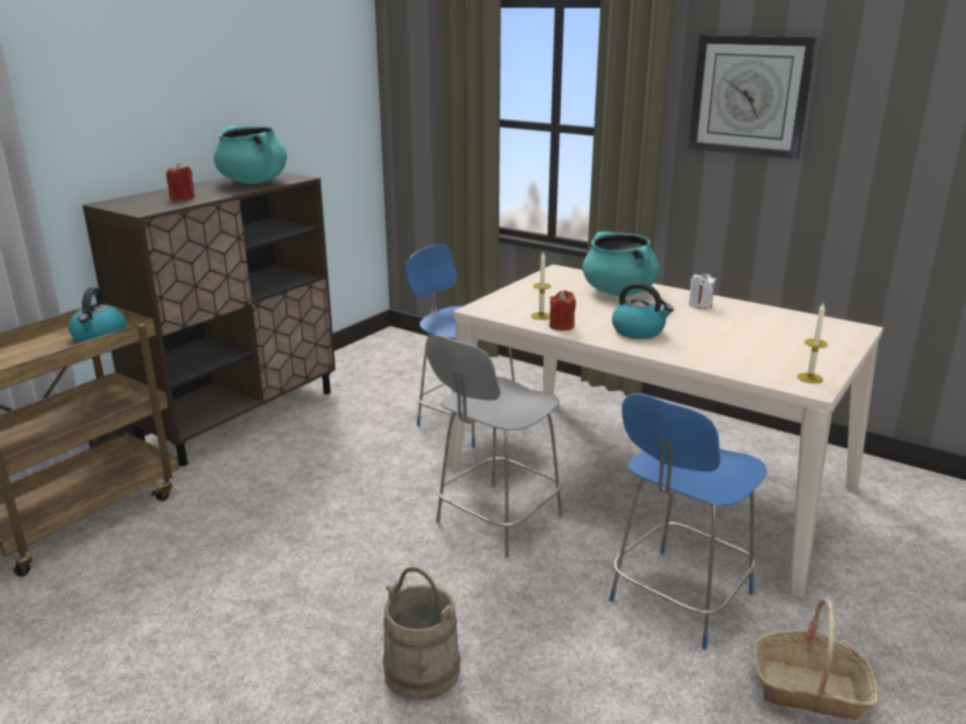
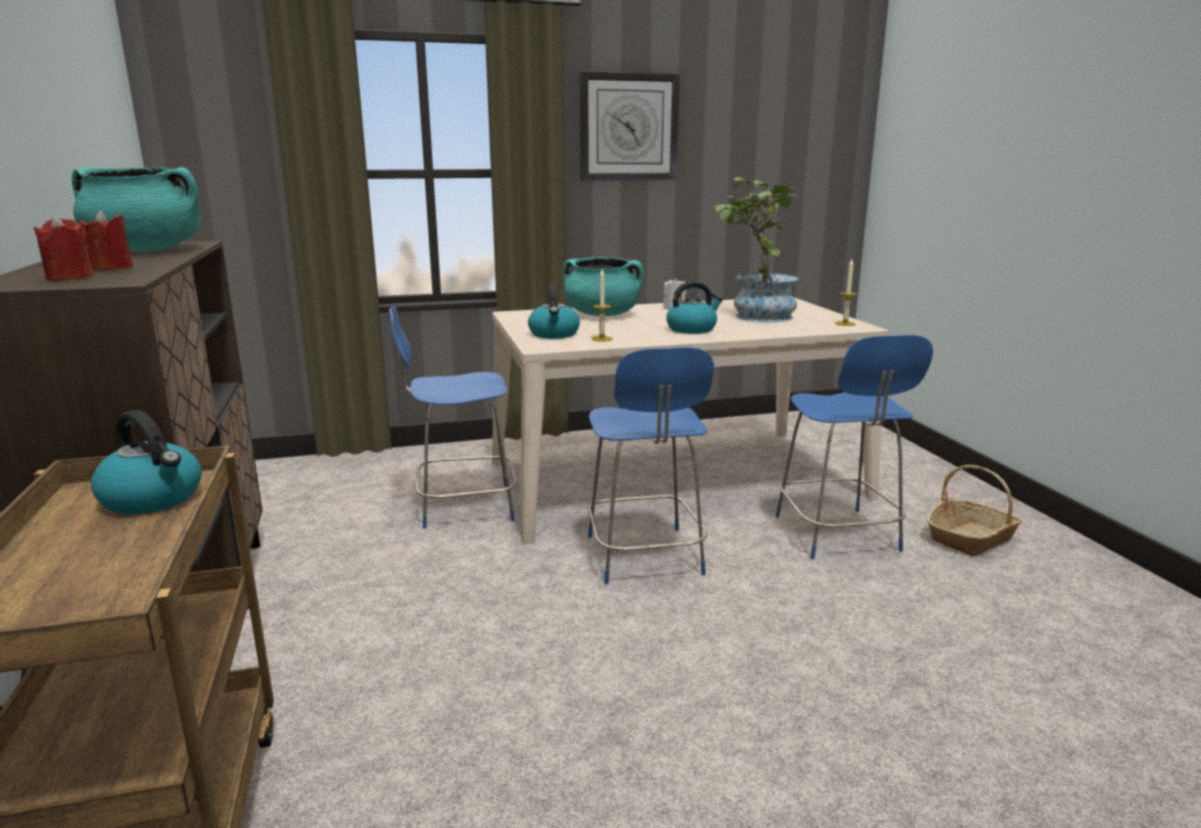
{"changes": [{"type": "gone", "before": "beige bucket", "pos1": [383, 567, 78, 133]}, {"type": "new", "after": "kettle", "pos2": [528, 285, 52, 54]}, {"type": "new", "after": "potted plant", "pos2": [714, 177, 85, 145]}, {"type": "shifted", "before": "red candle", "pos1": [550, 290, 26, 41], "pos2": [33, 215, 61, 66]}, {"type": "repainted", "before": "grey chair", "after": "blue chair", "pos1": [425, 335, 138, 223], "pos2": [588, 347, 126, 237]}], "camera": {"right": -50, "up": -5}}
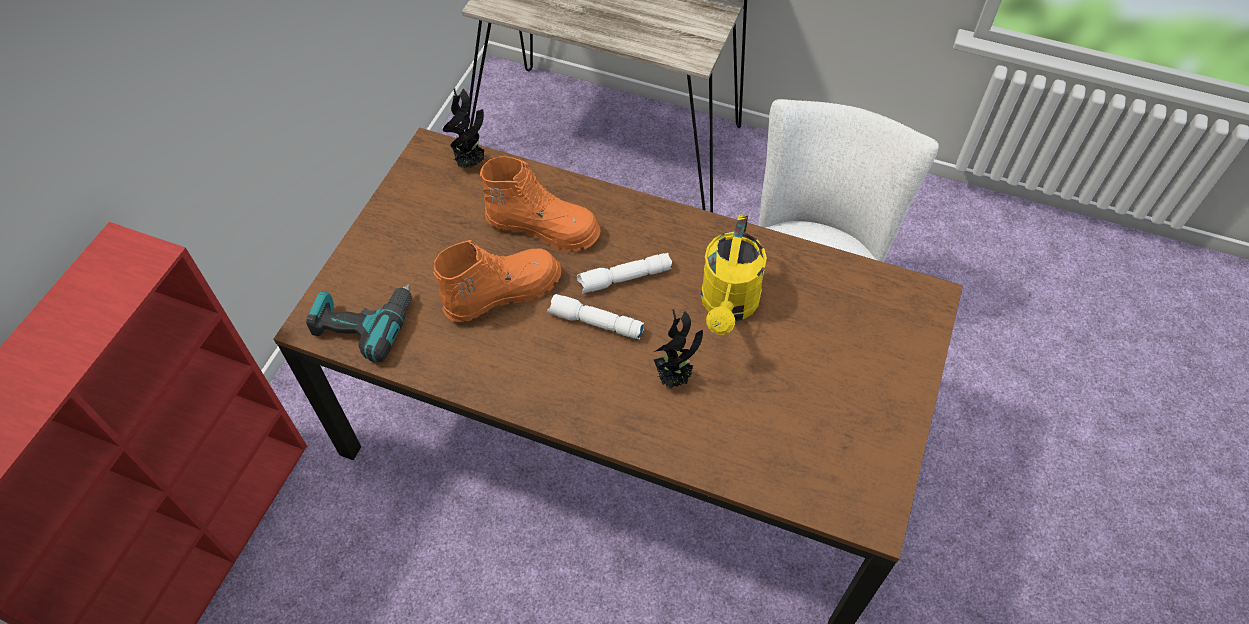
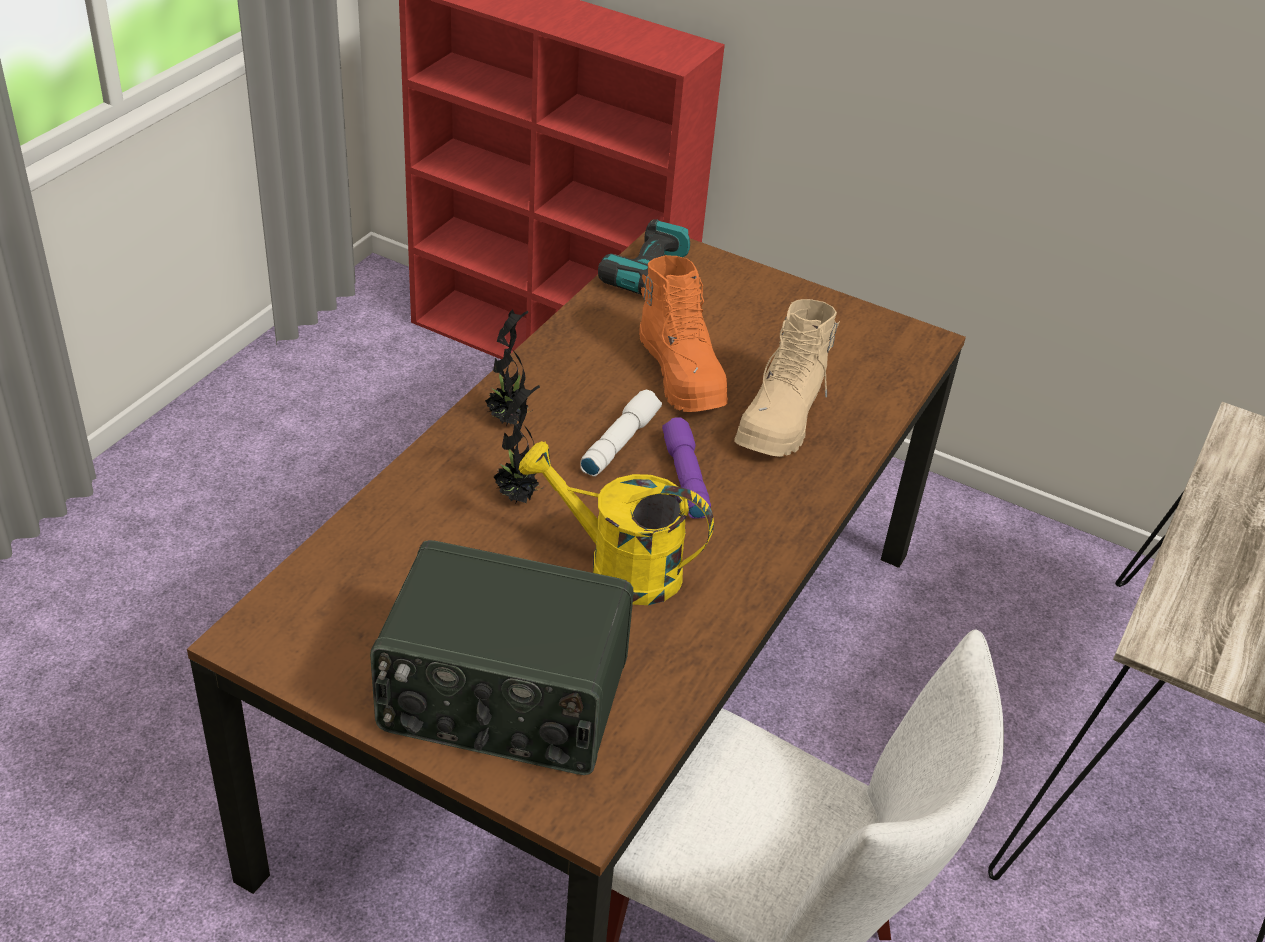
{"changes": [{"type": "new", "after": "radio", "pos2": [370, 540, 264, 235]}, {"type": "shifted", "before": "potted plant", "pos1": [443, 89, 41, 79], "pos2": [485, 309, 48, 117]}, {"type": "repainted", "before": "orange boot", "after": "beige boot", "pos1": [480, 157, 120, 95], "pos2": [734, 299, 106, 158]}, {"type": "repainted", "before": "white flashlight", "after": "purple flashlight", "pos1": [577, 253, 95, 41], "pos2": [662, 417, 49, 102]}], "camera": {"right": 95, "up": -15}}
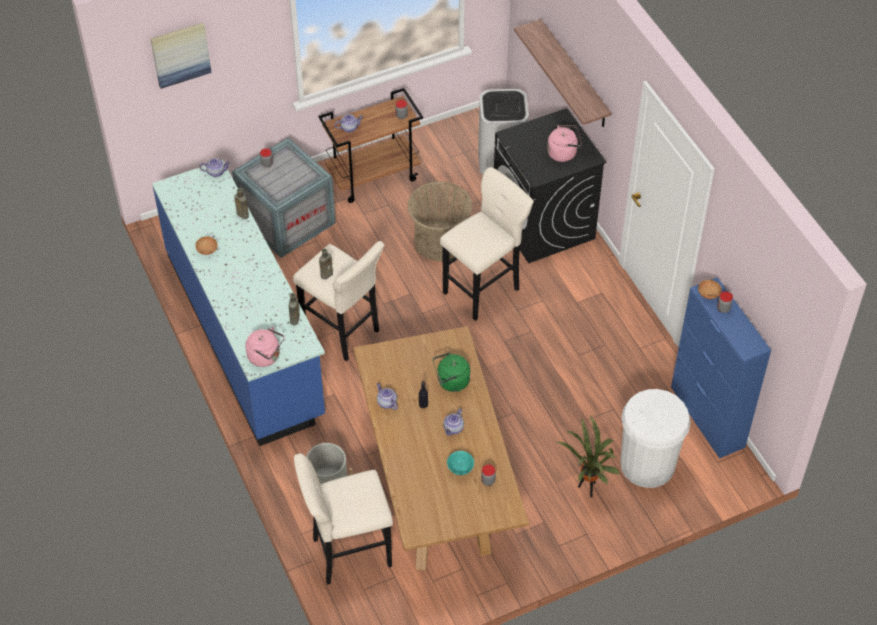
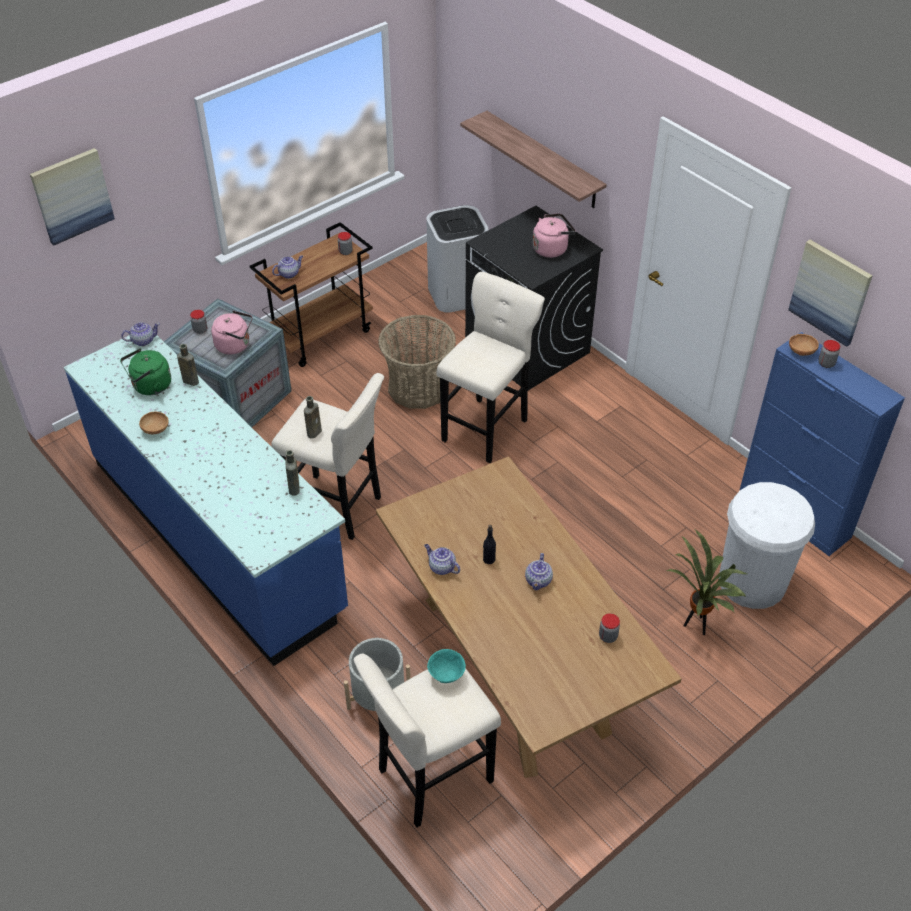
{"changes": [{"type": "new", "after": "picture", "pos2": [788, 240, 85, 107]}, {"type": "shifted", "before": "pink kettle", "pos1": [245, 327, 39, 40], "pos2": [211, 310, 41, 45]}, {"type": "shifted", "before": "green kettle", "pos1": [433, 352, 37, 40], "pos2": [120, 349, 51, 46]}, {"type": "shifted", "before": "turquoise bowl", "pos1": [447, 451, 27, 24], "pos2": [427, 649, 39, 34]}], "camera": {"right": -15, "up": -5}}
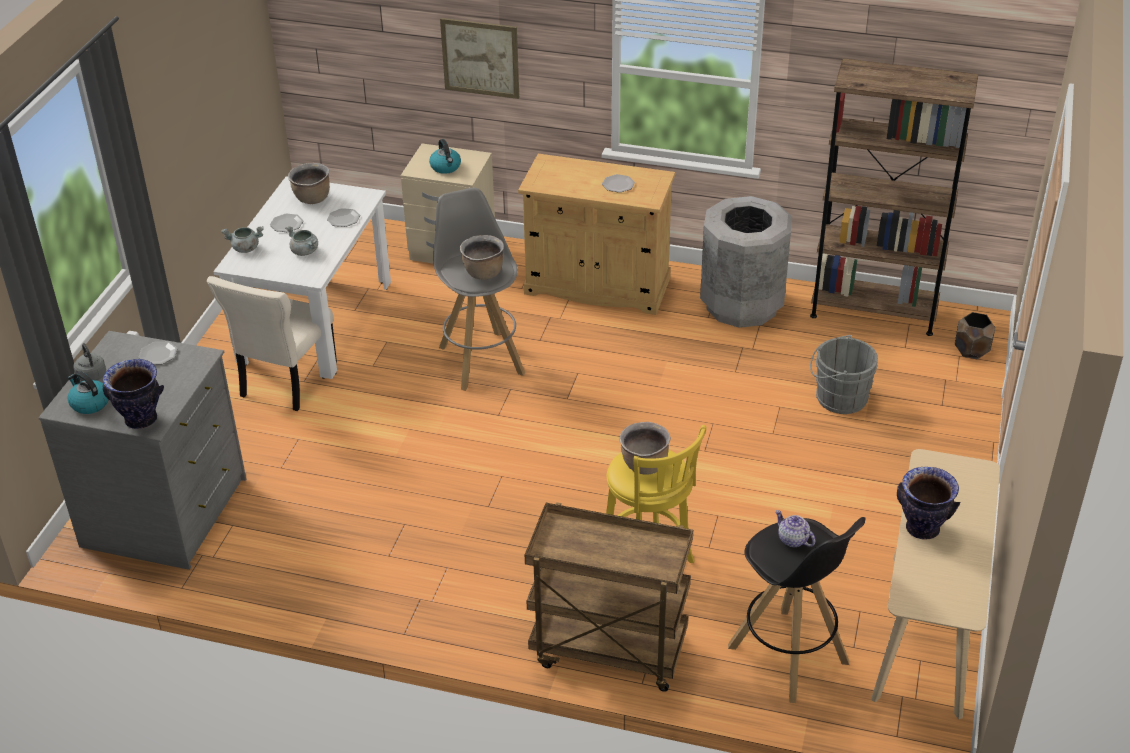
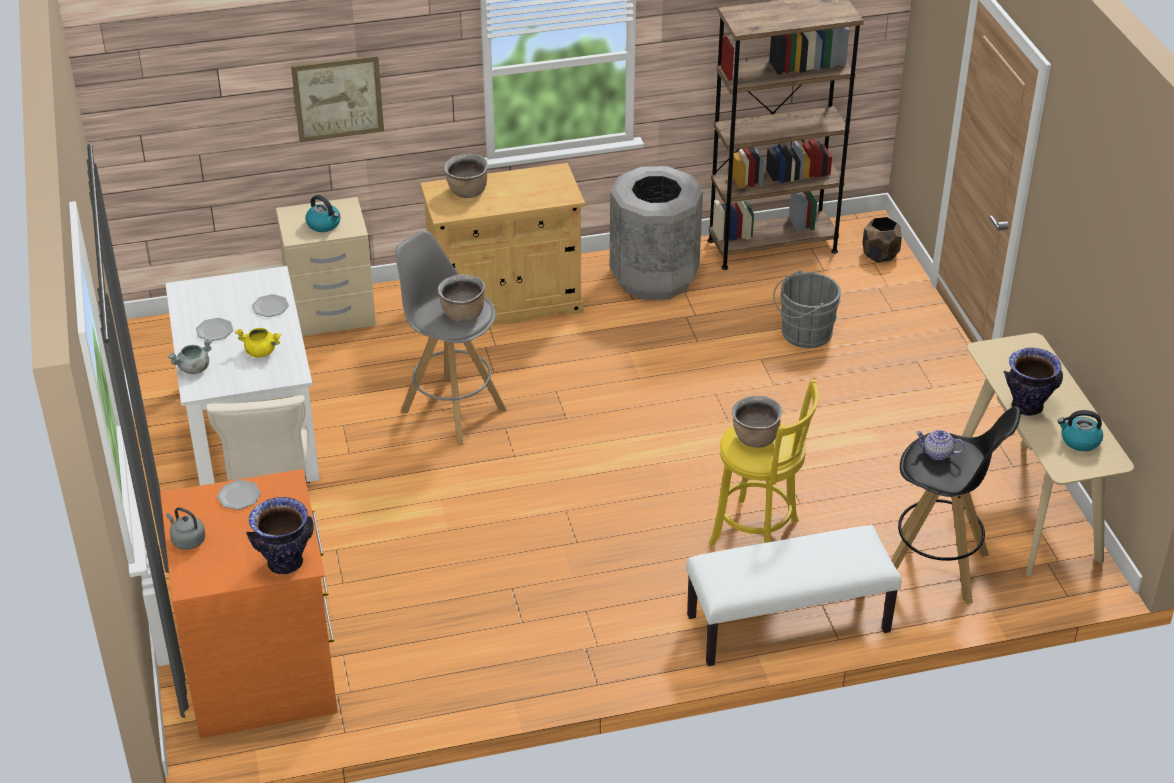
{"changes": [{"type": "gone", "before": "plate", "pos1": [602, 174, 33, 19]}, {"type": "shifted", "before": "kettle", "pos1": [68, 371, 41, 43], "pos2": [1058, 410, 45, 41]}, {"type": "shifted", "before": "brown cooking pot", "pos1": [288, 163, 42, 41], "pos2": [444, 154, 44, 44]}, {"type": "swapped", "before": "brown cart", "after": "white bench", "pos1": [525, 502, 168, 190], "pos2": [686, 525, 215, 141]}, {"type": "repainted", "before": "grey dresser", "after": "orange dresser", "pos1": [38, 331, 208, 239], "pos2": [160, 469, 178, 269]}, {"type": "repainted", "before": "grey cooking pot", "after": "yellow cooking pot", "pos1": [285, 226, 33, 30], "pos2": [235, 328, 46, 29]}], "camera": {"right": -30, "up": 0}}
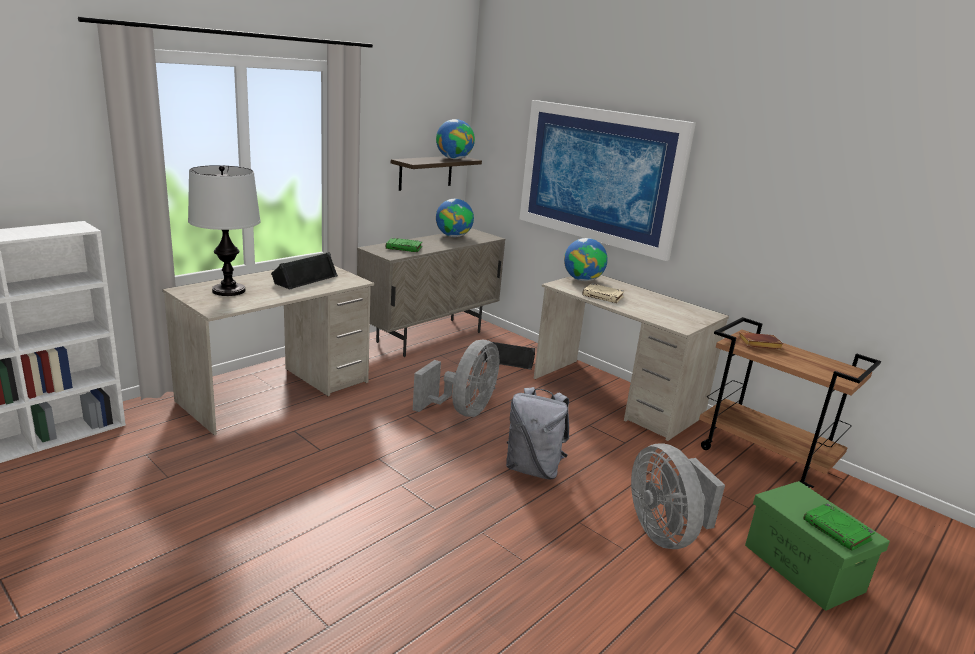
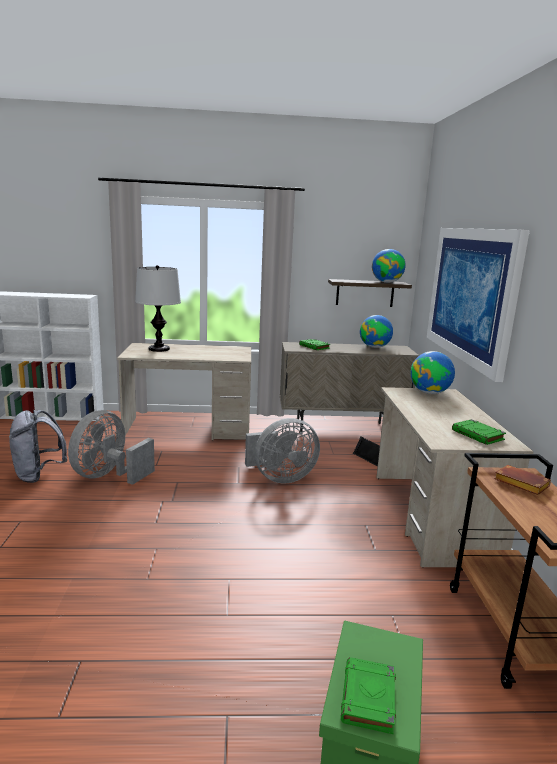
{"changes": [{"type": "gone", "before": "black speaker", "pos1": [271, 252, 67, 38]}, {"type": "gone", "before": "beige book", "pos1": [582, 283, 43, 20]}, {"type": "new", "after": "green book", "pos2": [452, 419, 54, 26]}, {"type": "shifted", "before": "grey backpack", "pos1": [506, 387, 63, 92], "pos2": [9, 410, 58, 73]}, {"type": "shifted", "before": "grey fan", "pos1": [631, 443, 94, 106], "pos2": [68, 410, 87, 75]}], "camera": {"right": 45, "up": -5}}
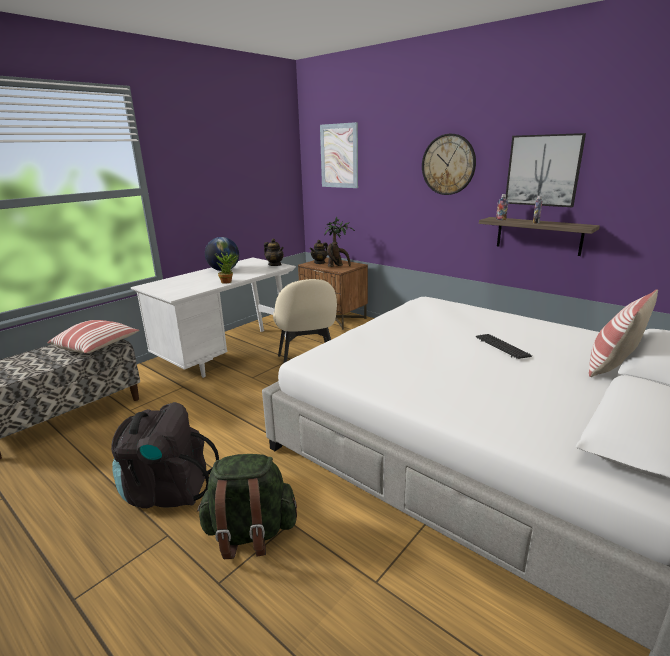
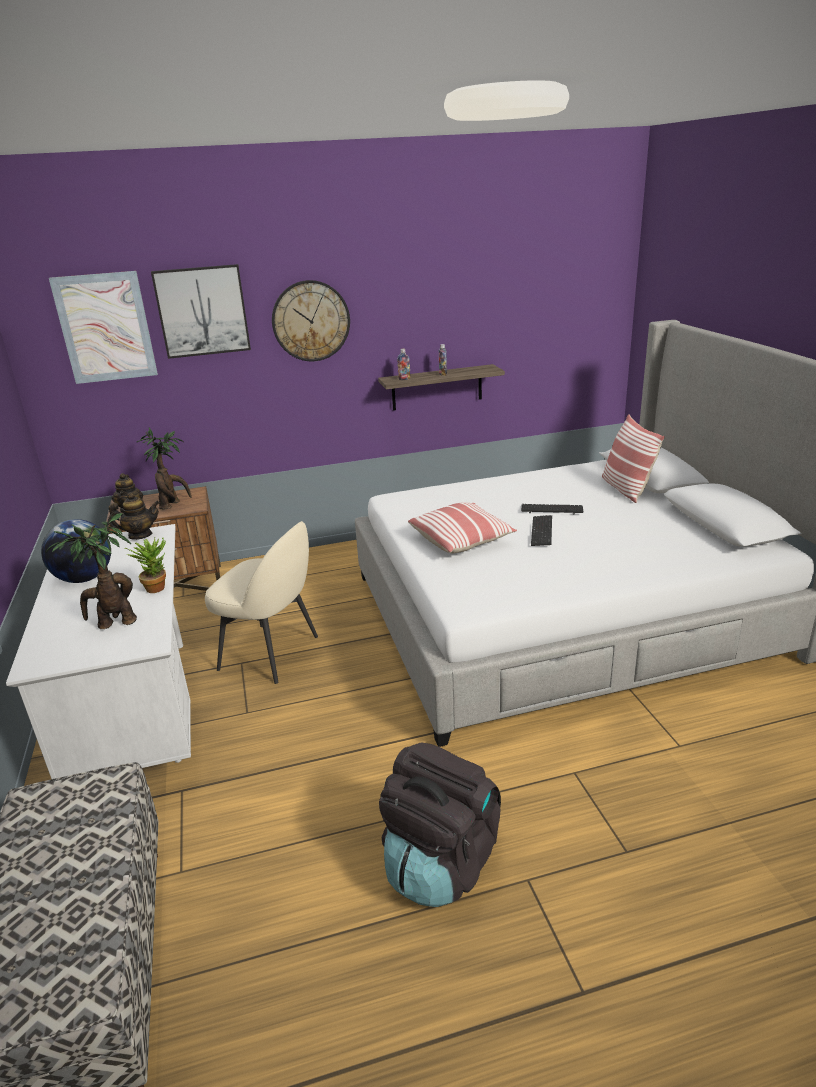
{"changes": [{"type": "gone", "before": "green backpack", "pos1": [197, 454, 100, 105]}, {"type": "new", "after": "potted plant", "pos2": [45, 512, 92, 117]}, {"type": "new", "after": "keyboard", "pos2": [531, 515, 21, 31]}, {"type": "shifted", "before": "pillow", "pos1": [48, 320, 91, 33], "pos2": [408, 502, 109, 51]}, {"type": "shifted", "before": "picture", "pos1": [506, 133, 80, 74], "pos2": [151, 264, 100, 95]}], "camera": {"right": -55, "up": 5}}
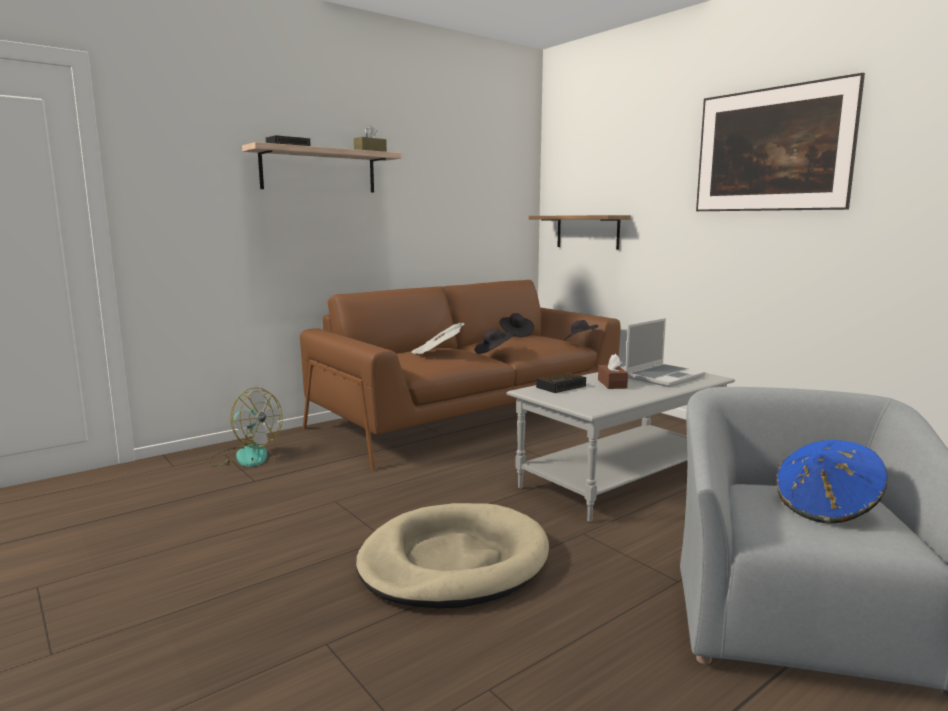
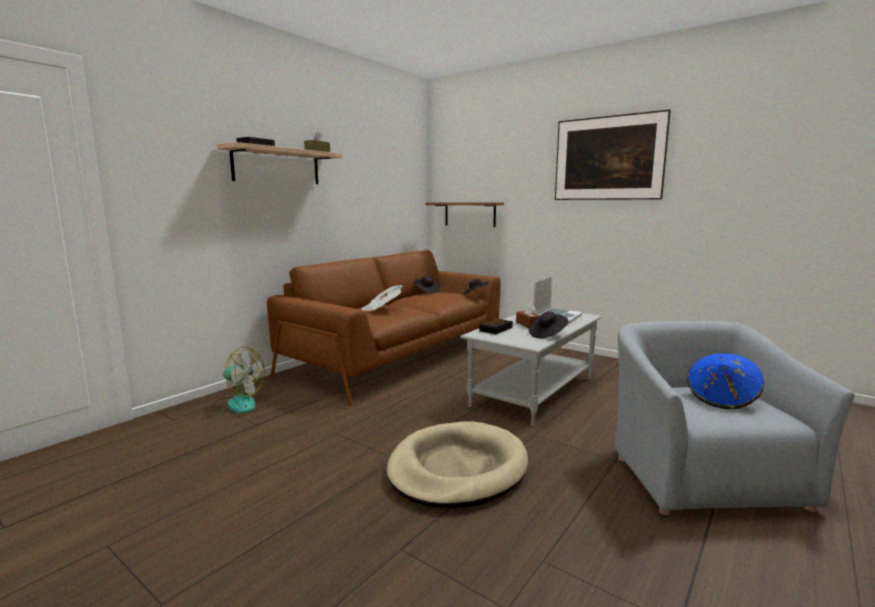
{"changes": [{"type": "shifted", "before": "black hat", "pos1": [475, 328, 39, 26], "pos2": [529, 312, 39, 26]}], "camera": {"right": -15, "up": 0}}
